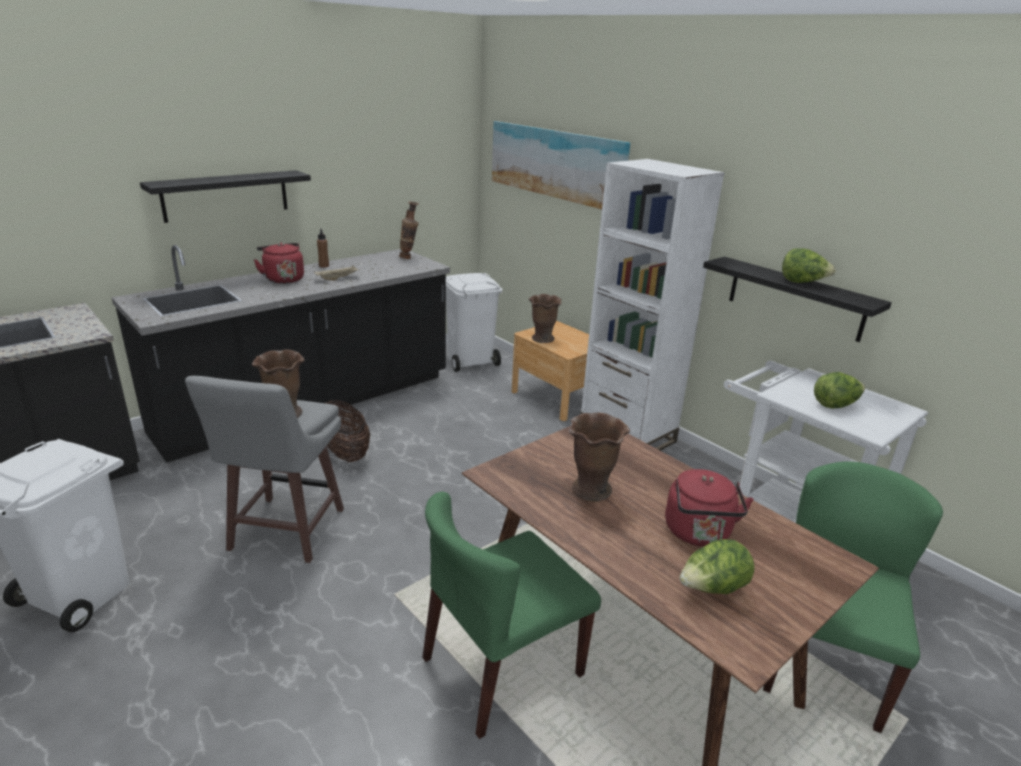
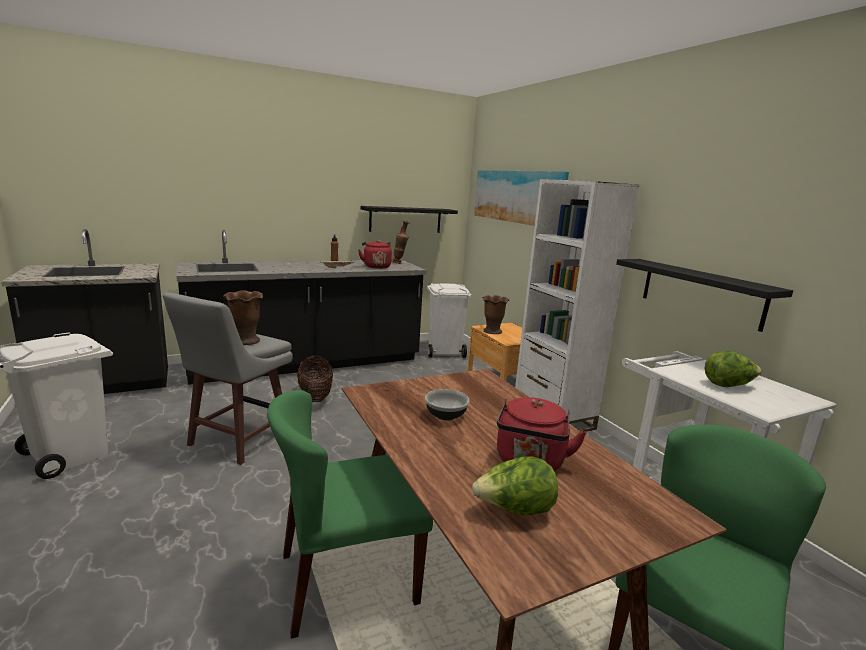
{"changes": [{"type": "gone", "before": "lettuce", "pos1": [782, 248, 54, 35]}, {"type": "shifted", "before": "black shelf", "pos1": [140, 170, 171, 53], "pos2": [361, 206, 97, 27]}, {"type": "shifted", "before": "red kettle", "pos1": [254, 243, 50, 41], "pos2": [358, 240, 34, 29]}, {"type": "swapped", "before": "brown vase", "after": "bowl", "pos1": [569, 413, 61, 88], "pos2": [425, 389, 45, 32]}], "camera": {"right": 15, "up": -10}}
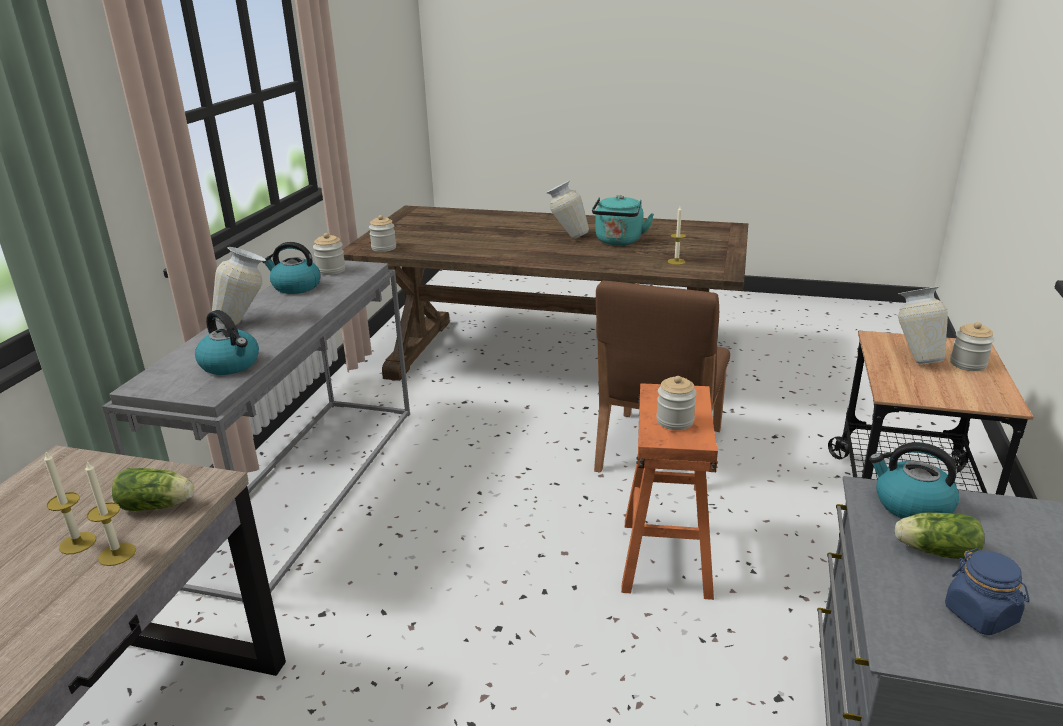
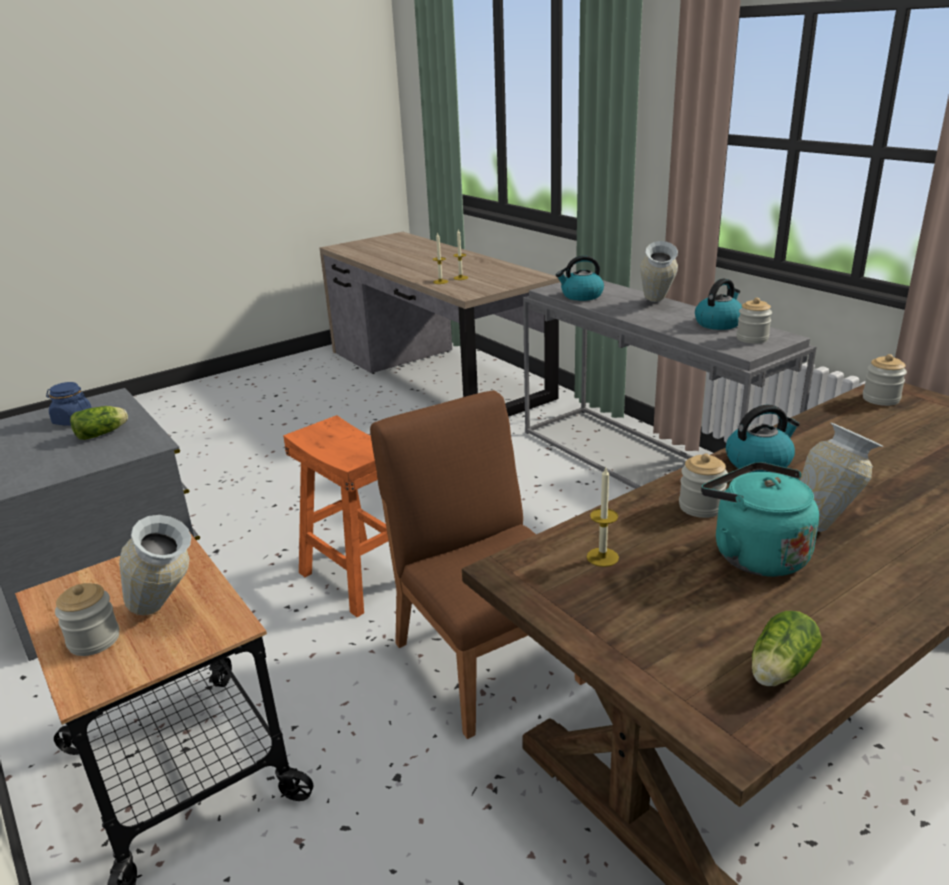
{"changes": [{"type": "shifted", "before": "lettuce", "pos1": [112, 468, 82, 43], "pos2": [752, 611, 70, 76]}, {"type": "shifted", "before": "jar", "pos1": [656, 376, 41, 54], "pos2": [679, 454, 49, 64]}, {"type": "shifted", "before": "kettle", "pos1": [869, 442, 90, 77], "pos2": [726, 404, 74, 69]}], "camera": {"right": 130, "up": 0}}
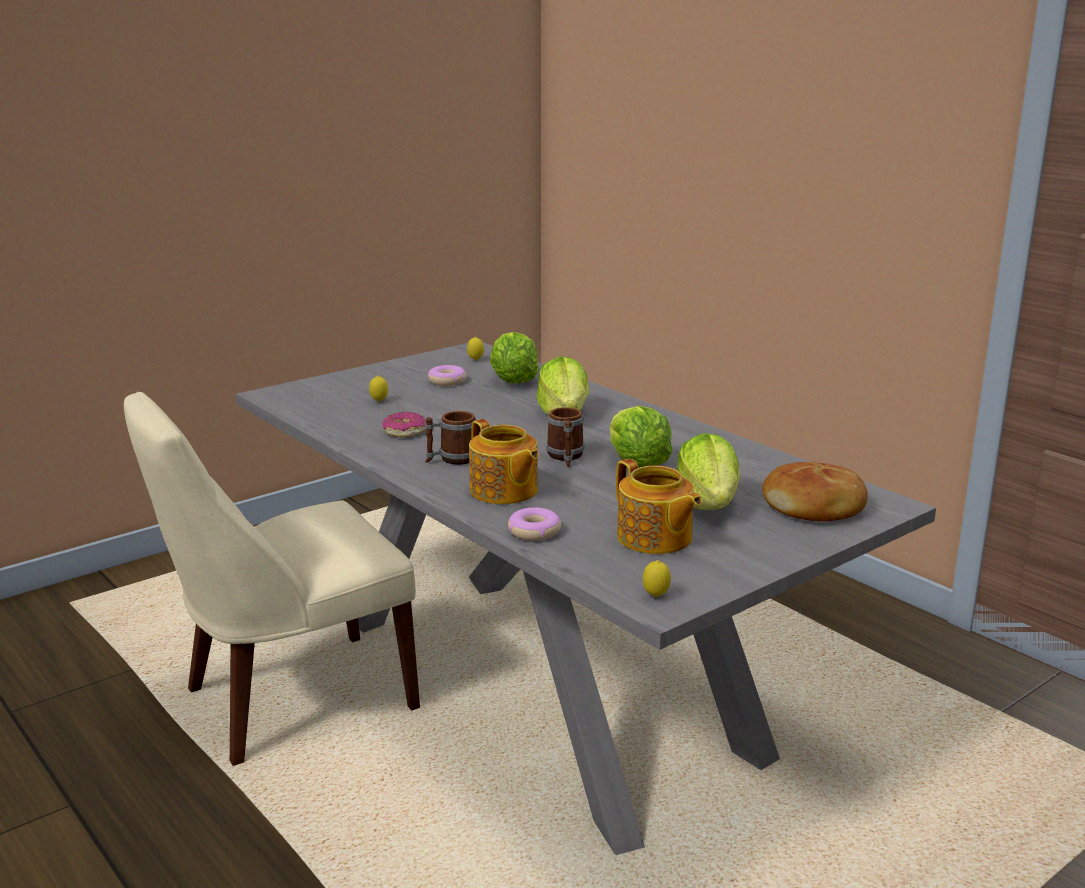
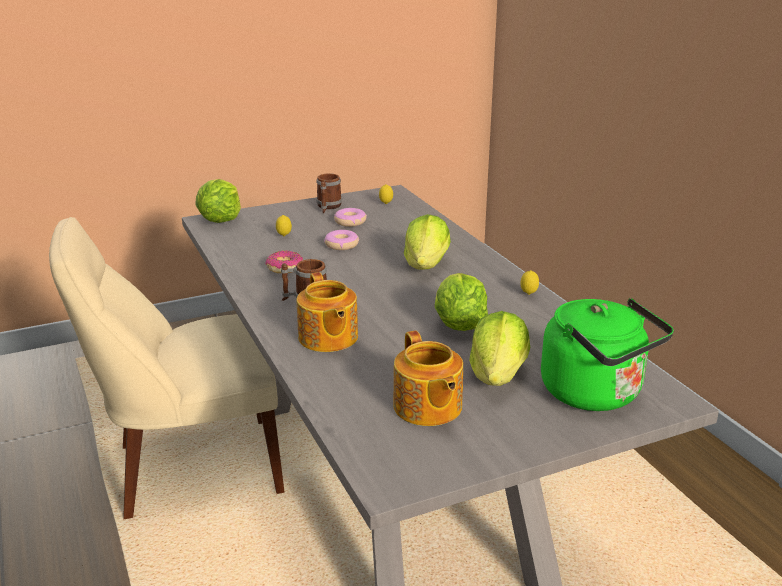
{"changes": [{"type": "shifted", "before": "lettuce", "pos1": [490, 332, 49, 52], "pos2": [195, 179, 46, 44]}, {"type": "shifted", "before": "donut", "pos1": [508, 507, 53, 34], "pos2": [324, 230, 35, 20]}, {"type": "shifted", "before": "mug", "pos1": [546, 407, 39, 60], "pos2": [316, 173, 26, 40]}, {"type": "shifted", "before": "lemon", "pos1": [643, 560, 28, 37], "pos2": [520, 270, 19, 25]}, {"type": "swapped", "before": "bread", "after": "green kettle", "pos1": [762, 462, 106, 60], "pos2": [541, 298, 133, 113]}], "camera": {"right": 15, "up": 5}}
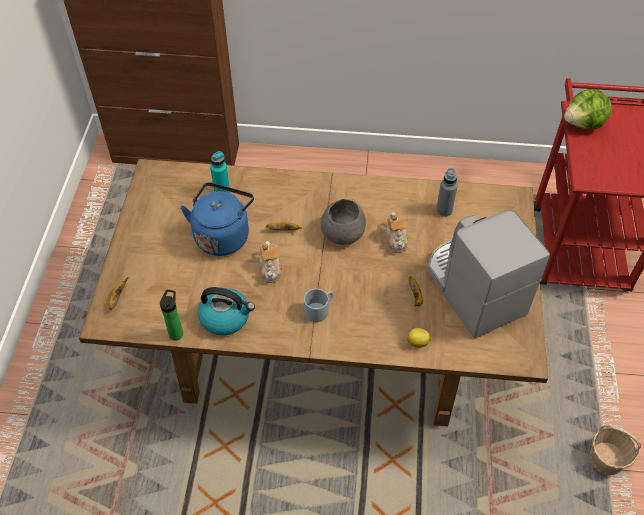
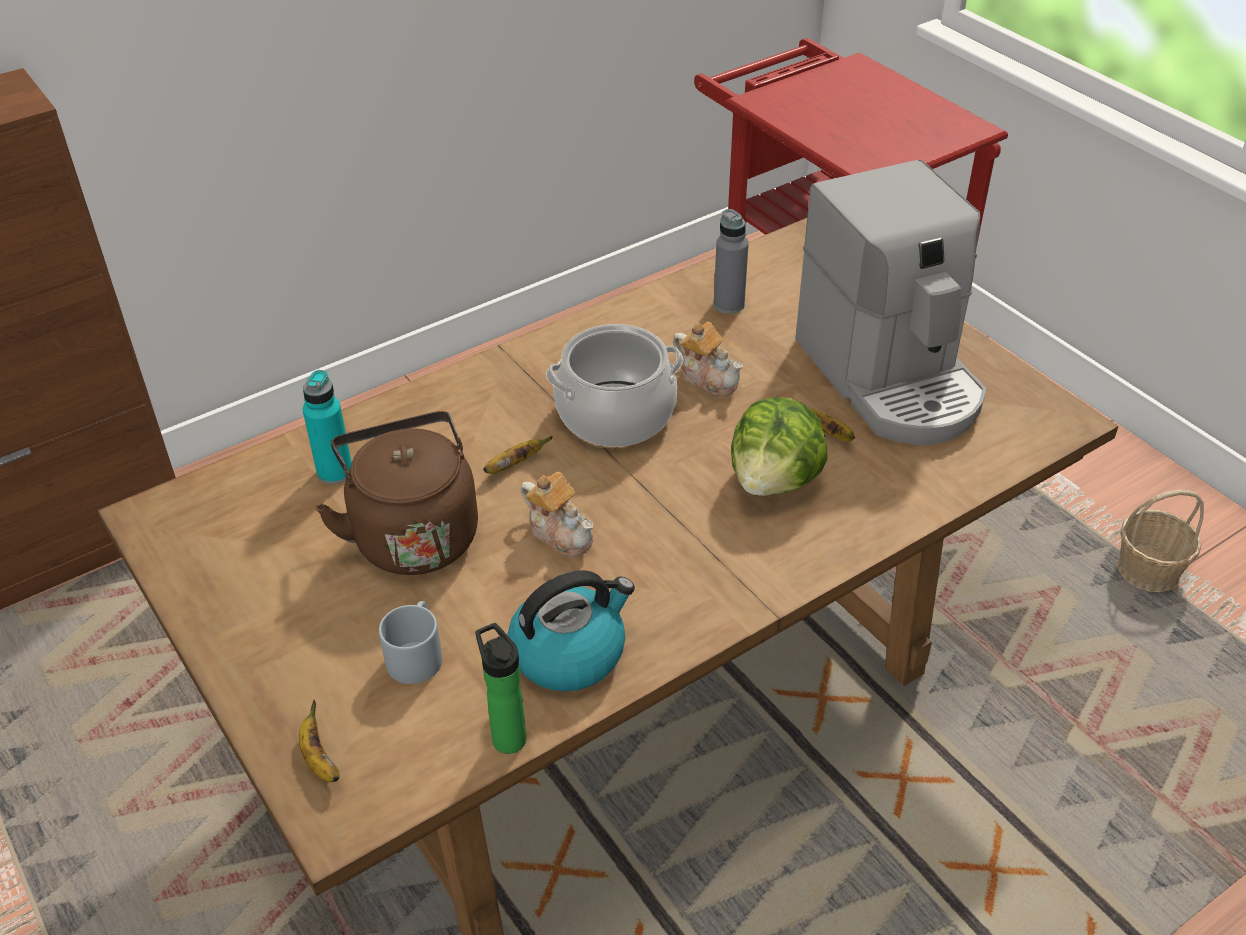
{"changes": [{"type": "gone", "before": "lemon", "pos1": [407, 328, 25, 20]}, {"type": "shifted", "before": "grey mug", "pos1": [304, 289, 30, 33], "pos2": [379, 601, 63, 83]}, {"type": "shifted", "before": "lettuce", "pos1": [564, 89, 48, 41], "pos2": [731, 397, 97, 99]}, {"type": "swapped", "before": "grey bowl", "after": "cooking pot", "pos1": [321, 199, 45, 46], "pos2": [546, 324, 137, 123]}, {"type": "repainted", "before": "blue kettle", "after": "brown kettle", "pos1": [180, 182, 74, 74], "pos2": [315, 411, 163, 164]}, {"type": "rotated", "before": "coffee machine", "pos1": [427, 210, 123, 128], "pos2": [795, 160, 191, 285], "turn": -135}], "camera": {"right": -40, "up": -10}}
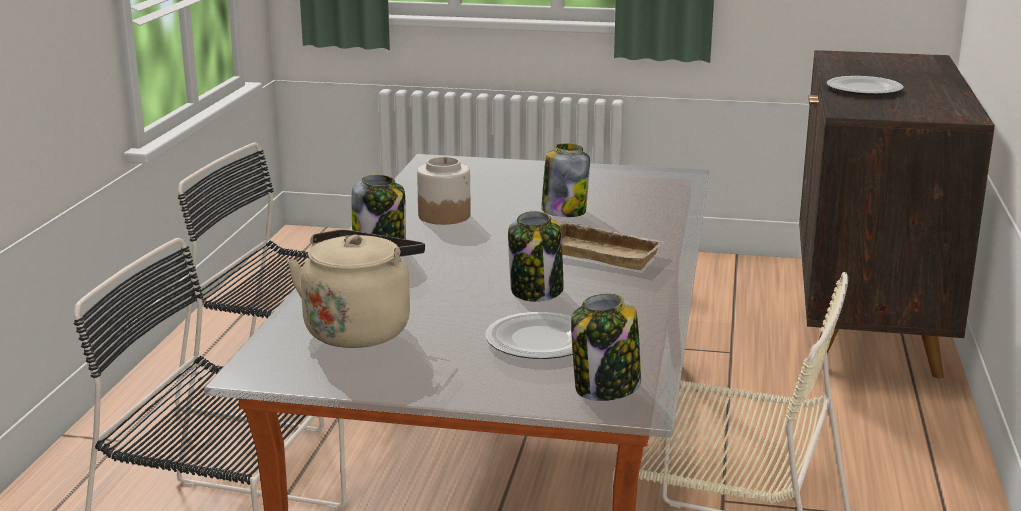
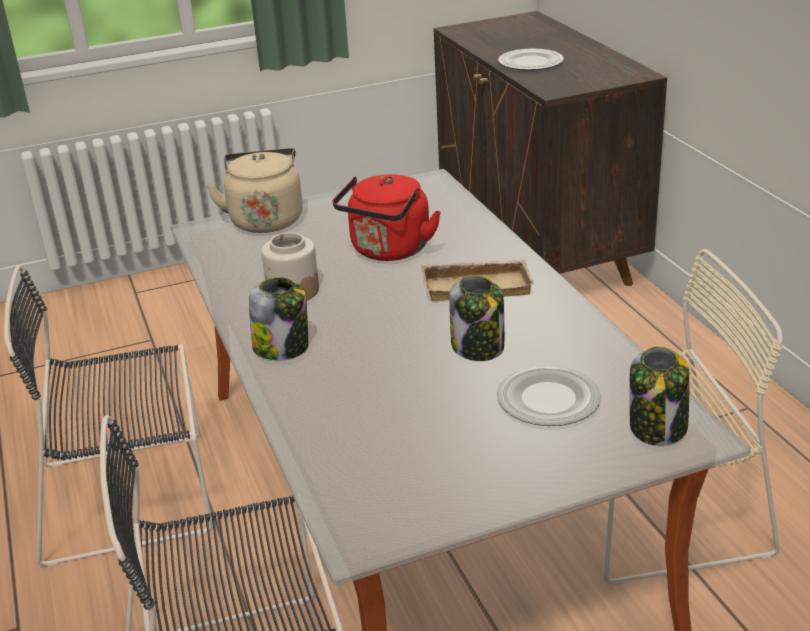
{"changes": [{"type": "shifted", "before": "beige kettle", "pos1": [287, 229, 138, 119], "pos2": [206, 148, 97, 85]}, {"type": "swapped", "before": "jar", "after": "red kettle", "pos1": [541, 144, 49, 73], "pos2": [333, 174, 108, 87]}], "camera": {"right": -30, "up": 10}}
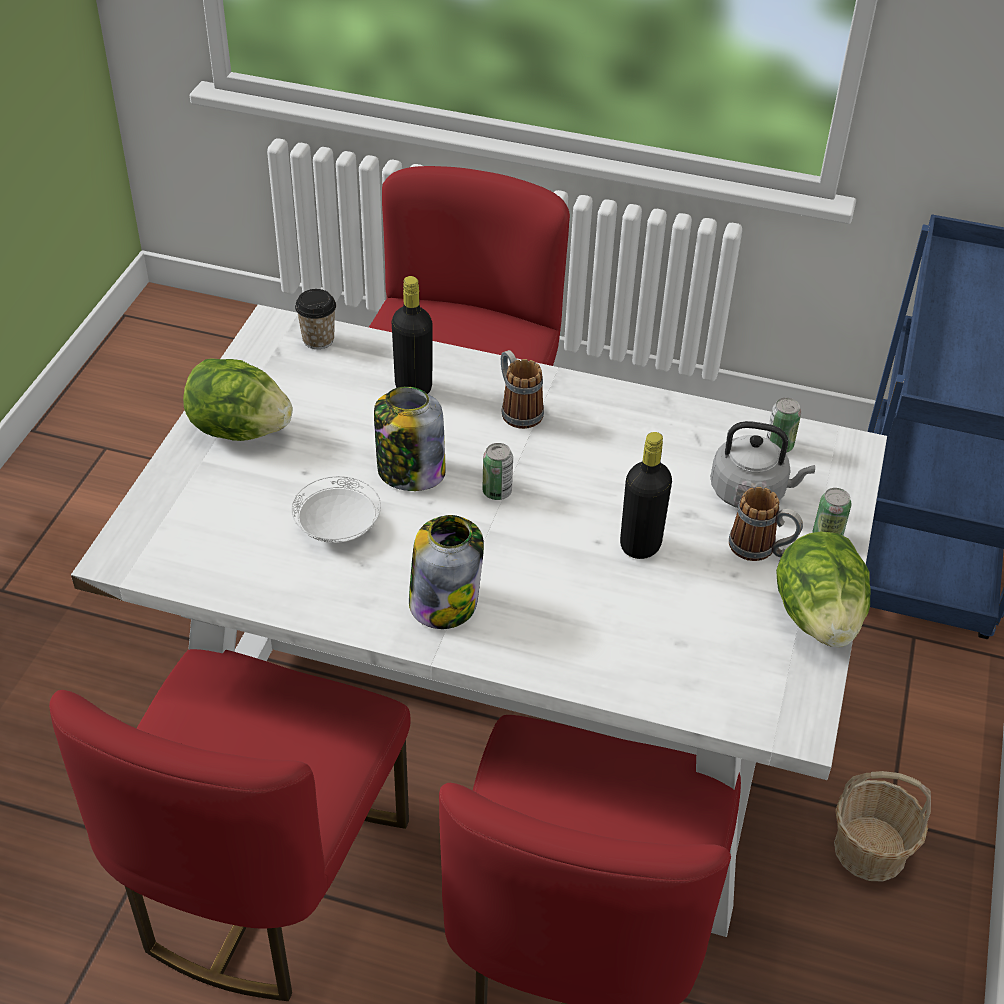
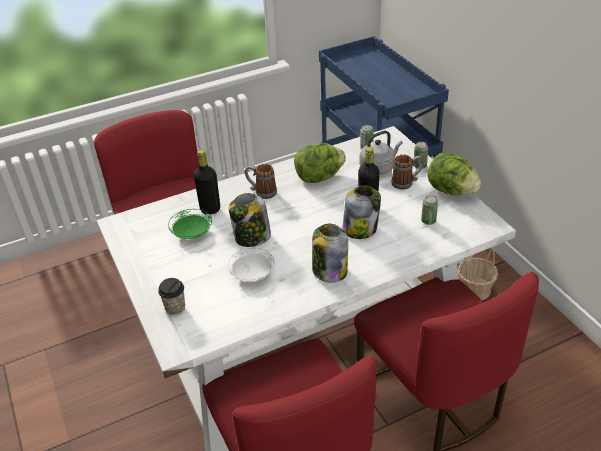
{"changes": [{"type": "new", "after": "green plate", "pos2": [168, 209, 44, 30]}, {"type": "new", "after": "jar", "pos2": [342, 185, 39, 54]}, {"type": "shifted", "before": "lettuce", "pos1": [183, 358, 110, 83], "pos2": [294, 143, 52, 40]}, {"type": "shifted", "before": "cup", "pos1": [295, 289, 41, 60], "pos2": [158, 278, 27, 37]}, {"type": "shifted", "before": "can", "pos1": [483, 443, 30, 57], "pos2": [421, 195, 17, 30]}], "camera": {"right": -40, "up": -5}}
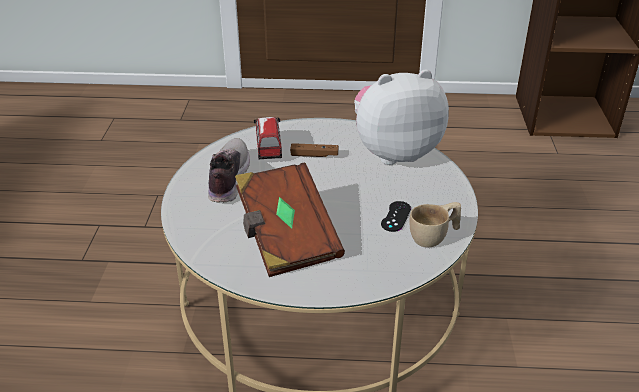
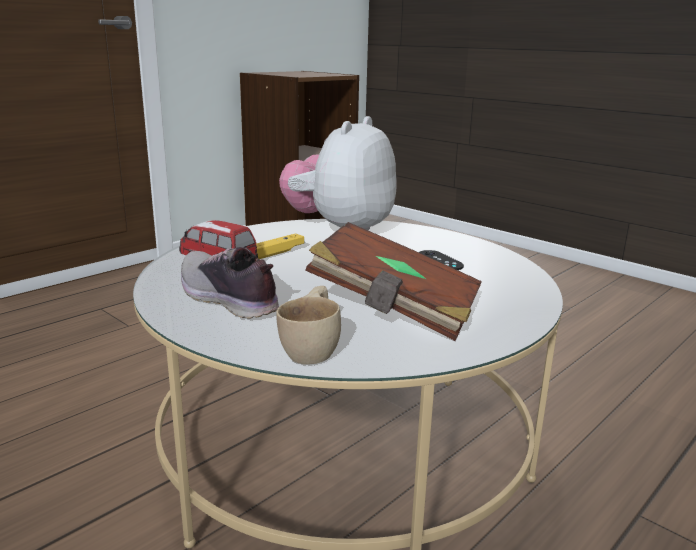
{"changes": [{"type": "shifted", "before": "beige cup", "pos1": [410, 202, 51, 45], "pos2": [276, 286, 65, 78]}, {"type": "repainted", "before": "brown game controller", "after": "yellow game controller", "pos1": [290, 143, 49, 14], "pos2": [256, 233, 48, 26]}], "camera": {"right": -50, "up": -15}}
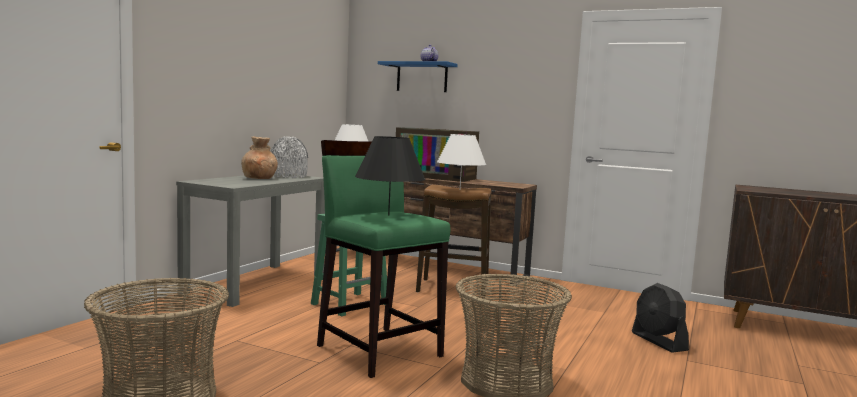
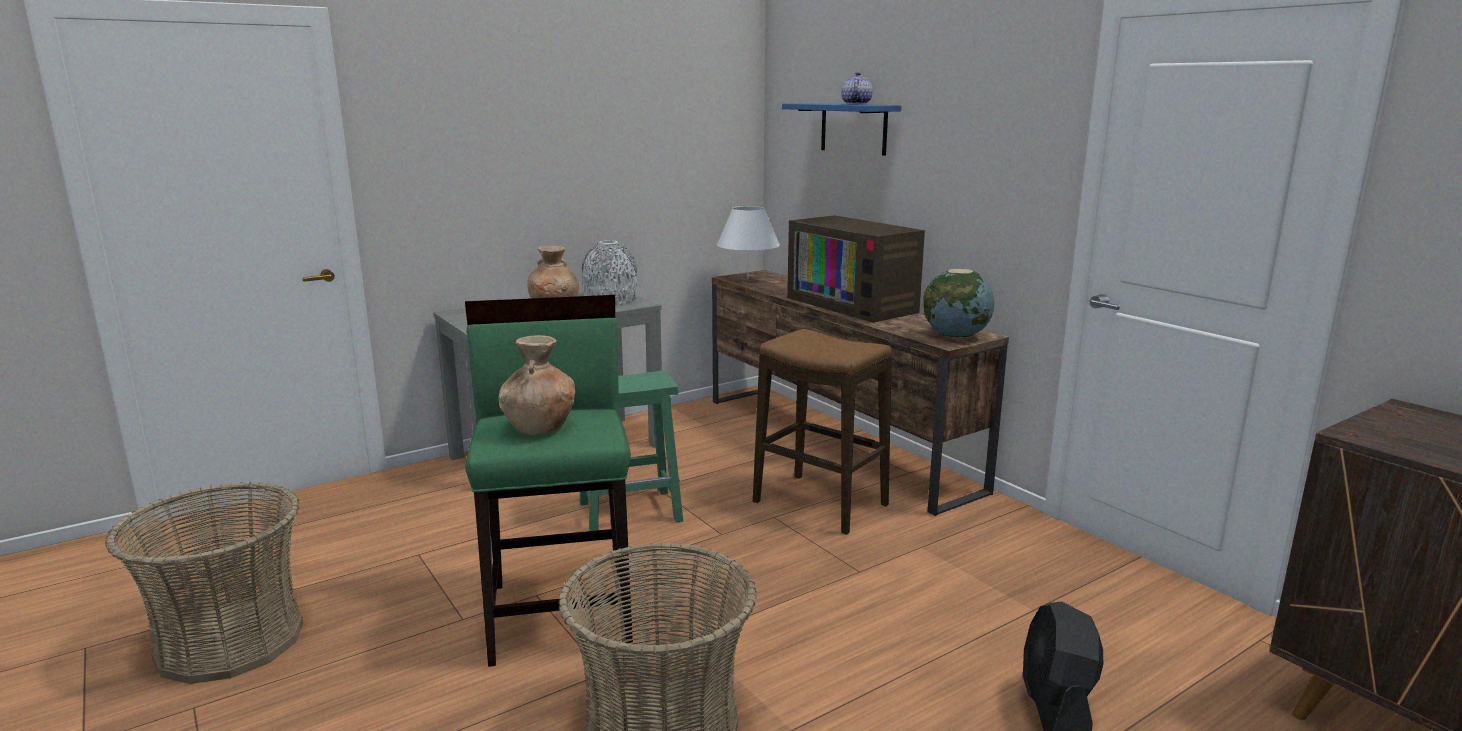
{"changes": [{"type": "gone", "before": "white table lamp", "pos1": [437, 134, 49, 54]}, {"type": "new", "after": "globe", "pos2": [923, 269, 71, 70]}, {"type": "swapped", "before": "black table lamp", "after": "brown vase", "pos1": [355, 136, 70, 80], "pos2": [498, 335, 77, 100]}], "camera": {"right": 30, "up": 10}}
